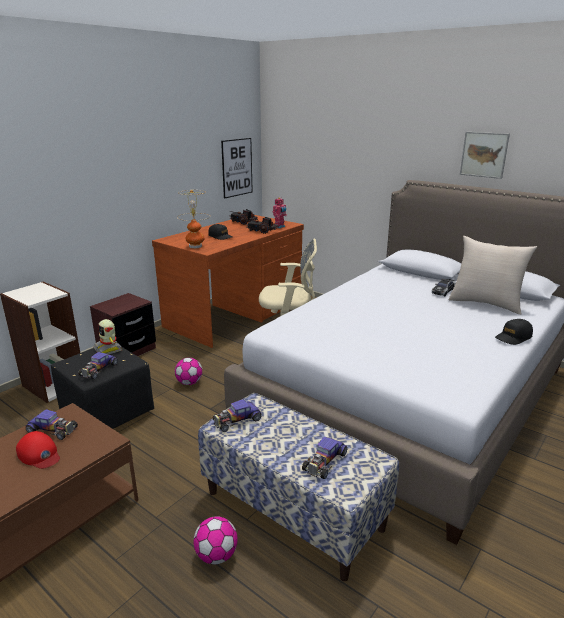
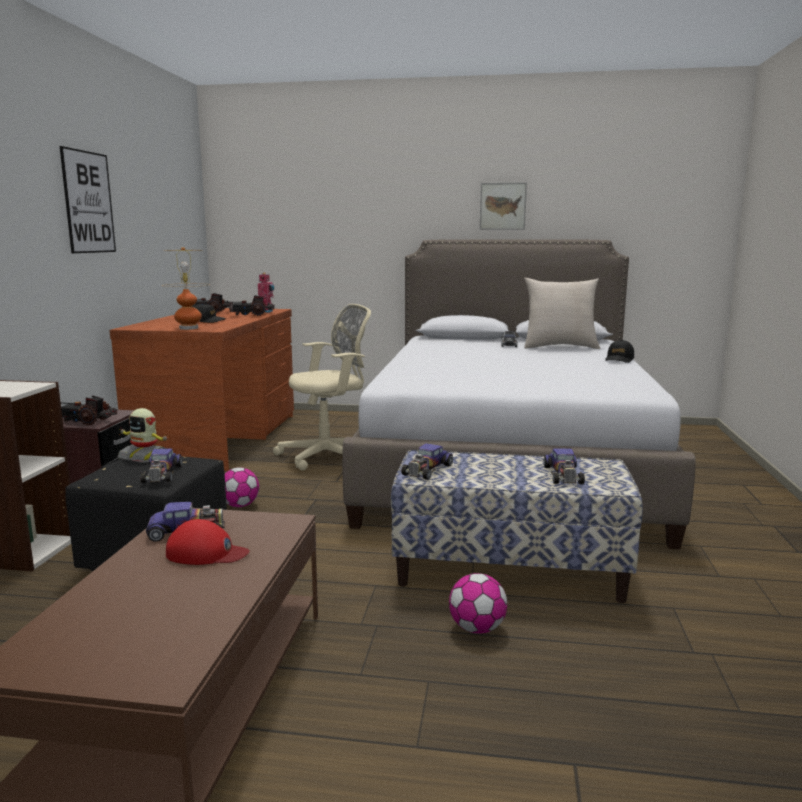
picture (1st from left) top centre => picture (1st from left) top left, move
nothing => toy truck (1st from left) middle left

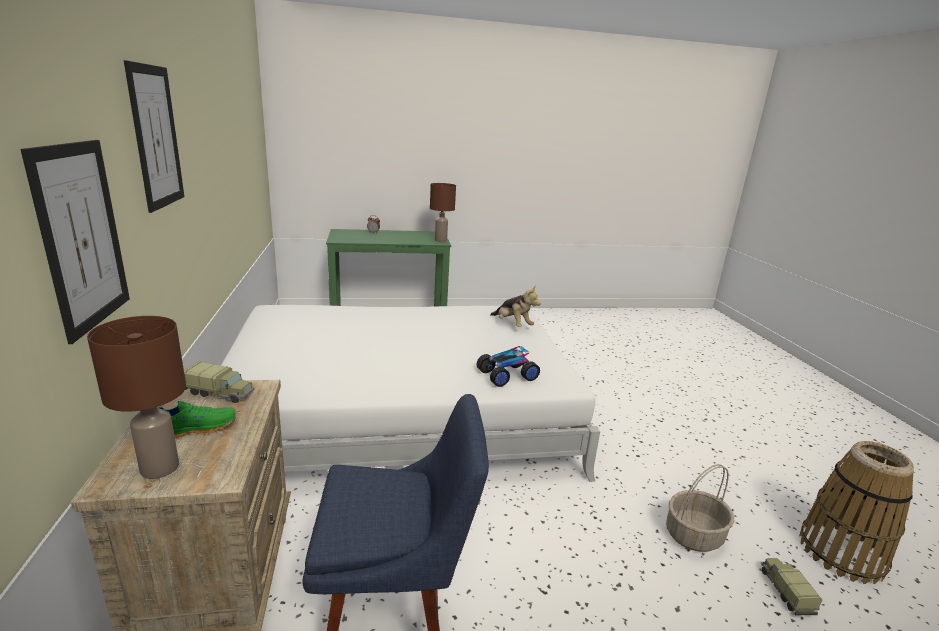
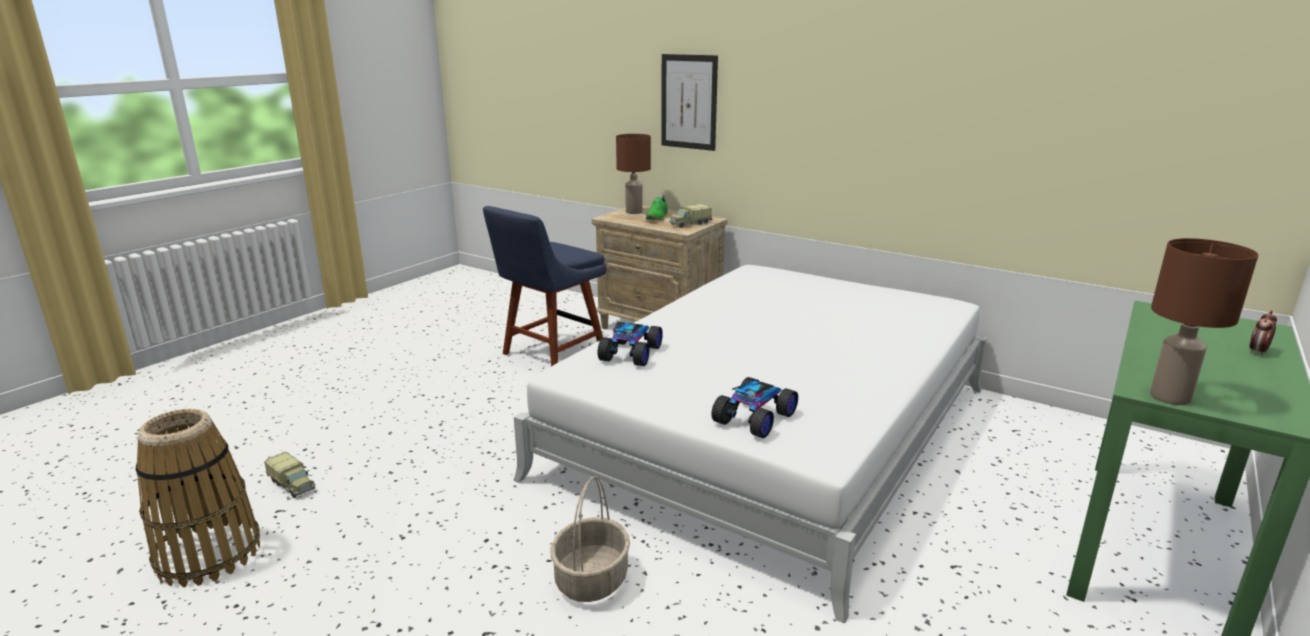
picture (2nd from left) top left => nothing
plush toy centre => toy car (2nd from left) centre
basket (1st from left in the first image) bottom right => basket (2nd from left) bottom centre, move

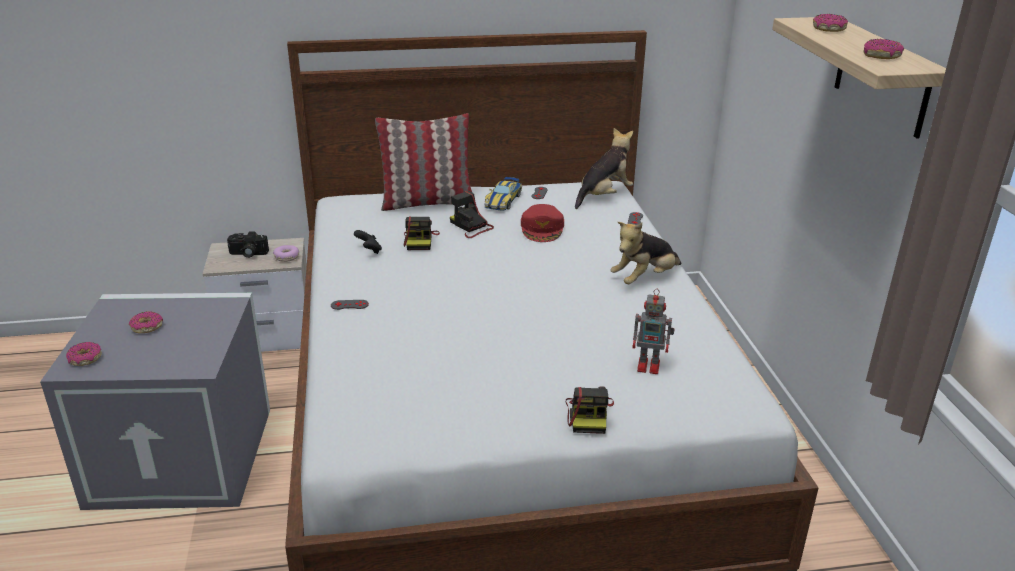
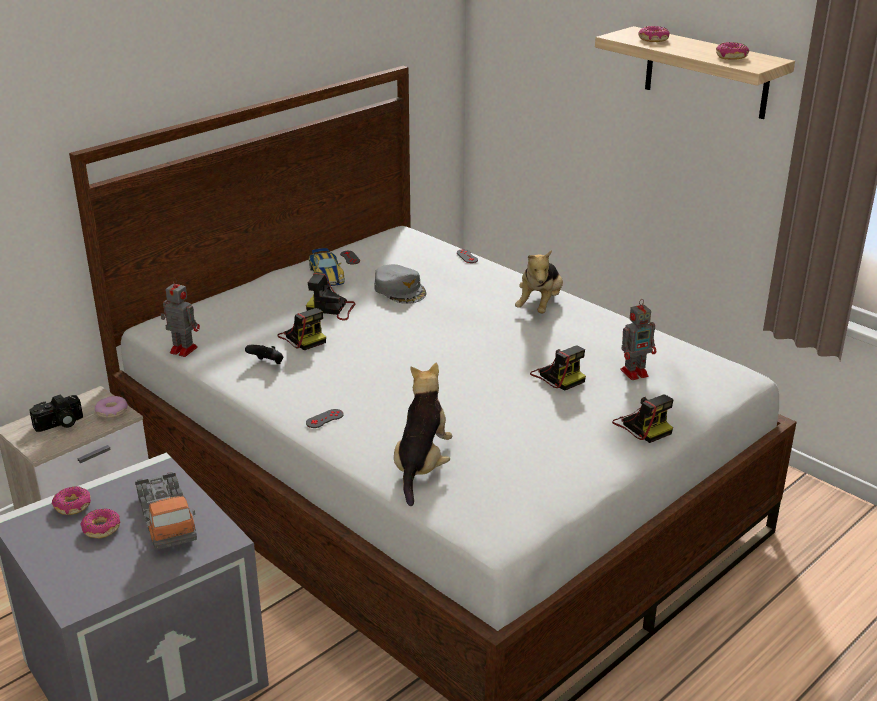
pillow top centre => nothing
plush toy (1st from left) top centre => plush toy (1st from left) centre, move
cap (red) centre => cap (grey) centre
donut (1st from left) middle left => donut (1st from left) bottom left, move
nothing => toy robot (1st from left) middle left
nothing => photo camera (4th from left) centre
nothing => toy truck bottom left

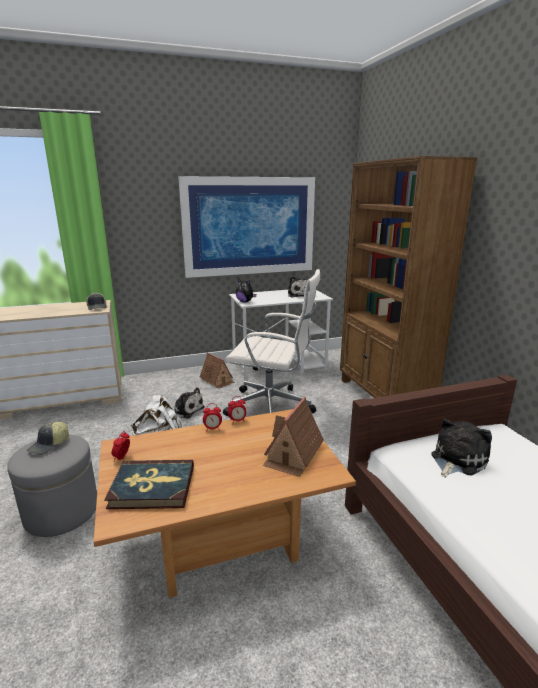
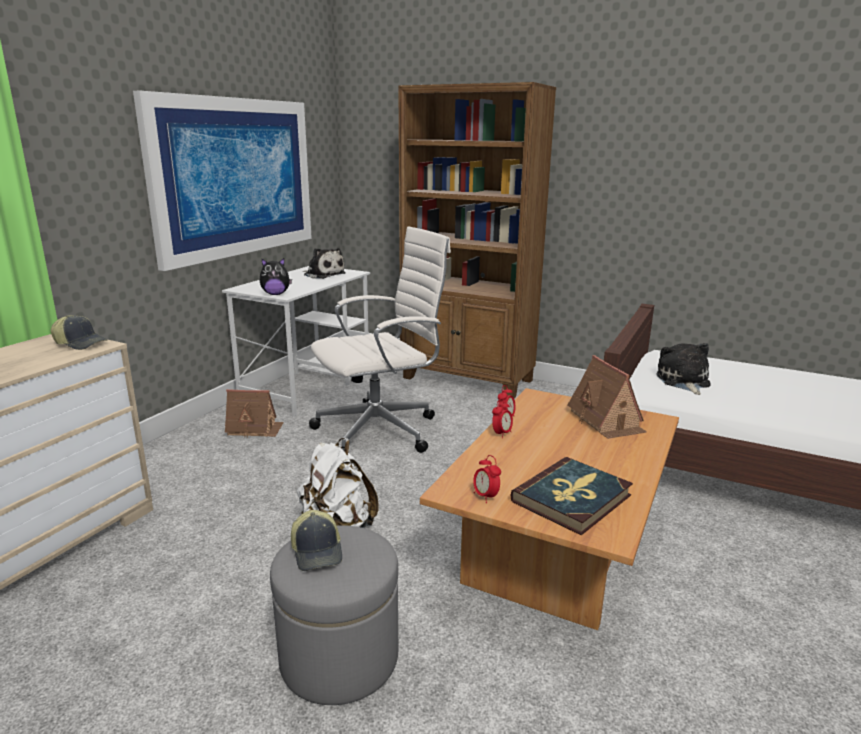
plush toy (1st from left) centre => nothing

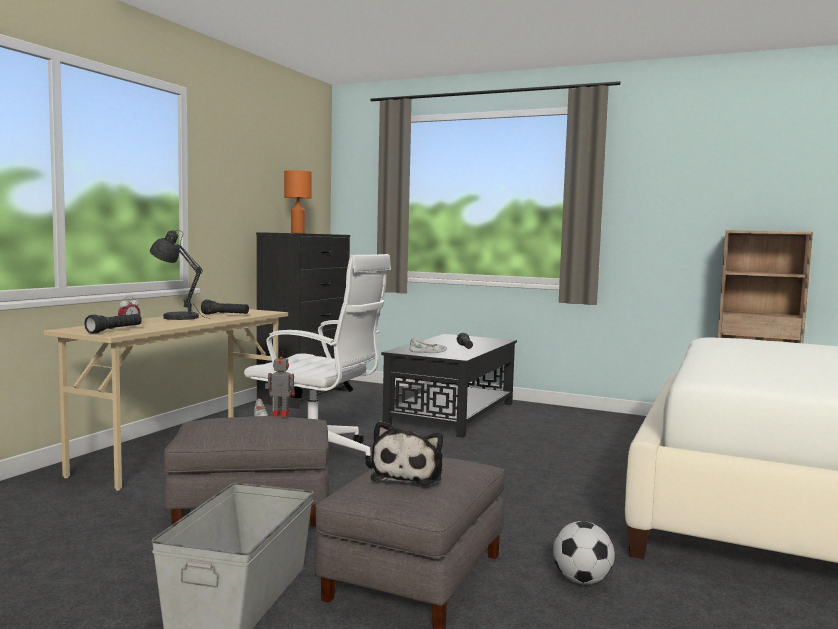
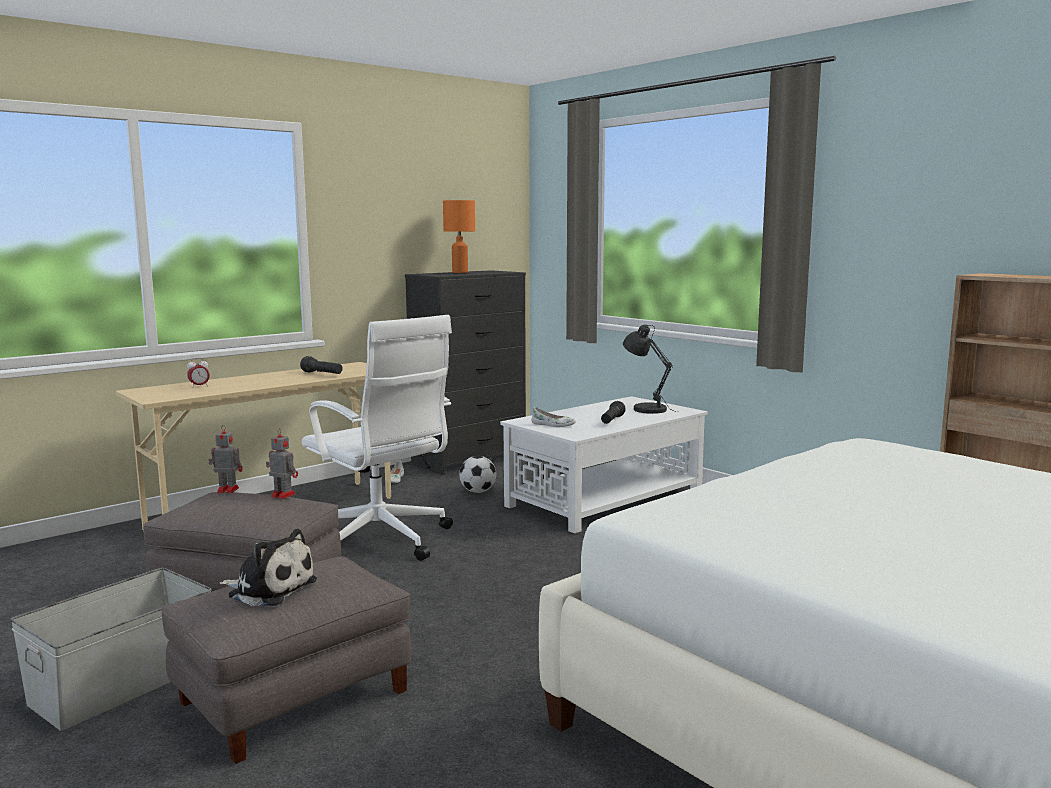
table lamp (grey) middle left => table lamp (grey) centre, move
flashlight (black) (1st from left) middle left => nothing
coffee table (black) centre => coffee table (white) centre
plush toy bottom centre => plush toy bottom left, 105 degrees counterclockwise
football bottom right => football centre, move
nothing => toy robot (1st from left) middle left

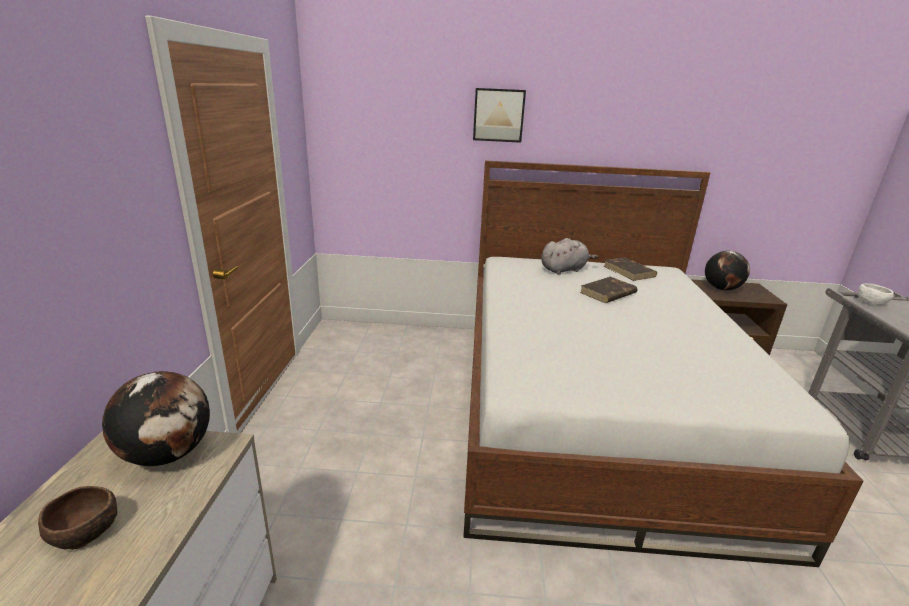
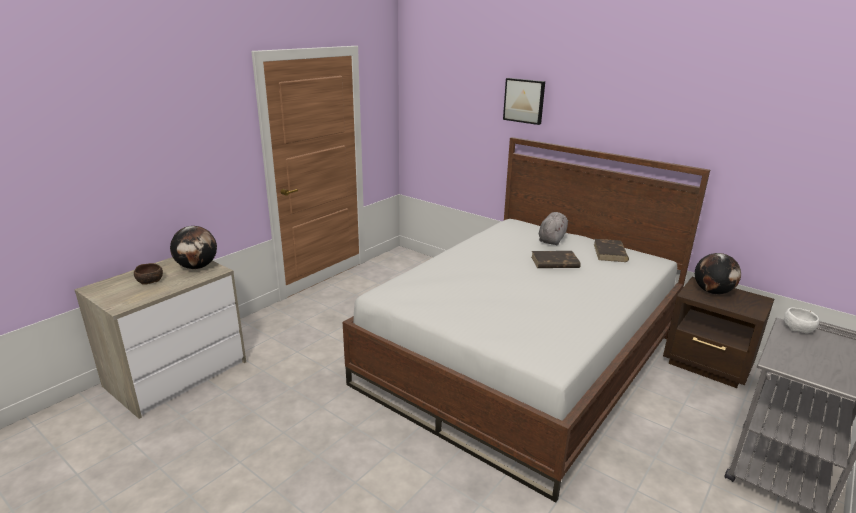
plush toy (grey) centre, 75 degrees counterclockwise

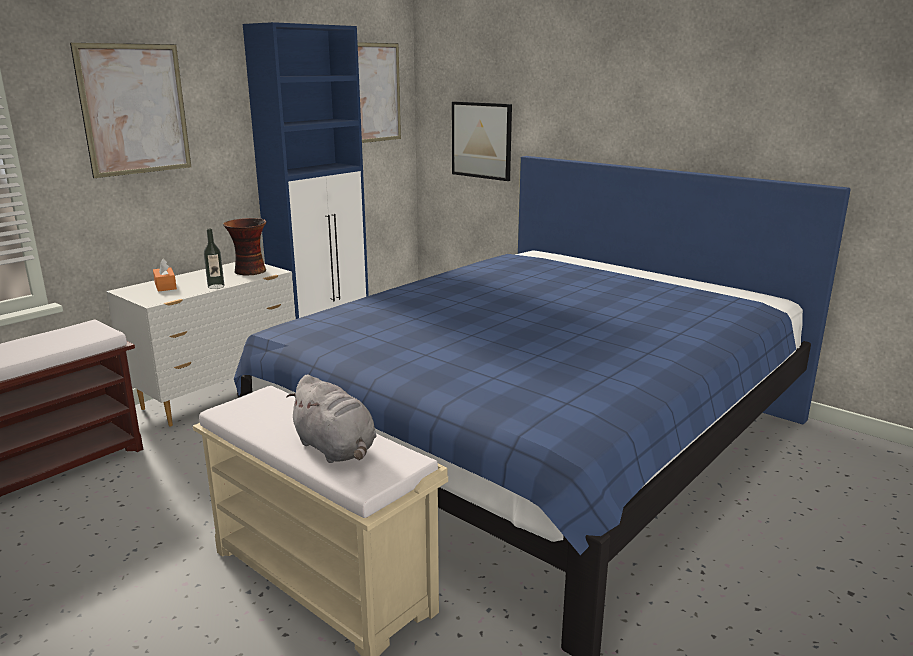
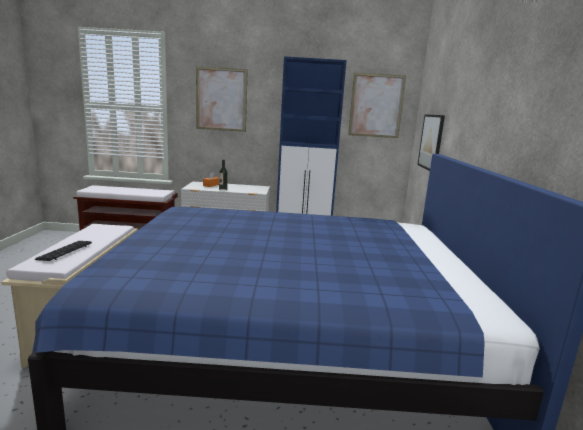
vase middle left => nothing
plush toy (grey) centre => keyboard middle left

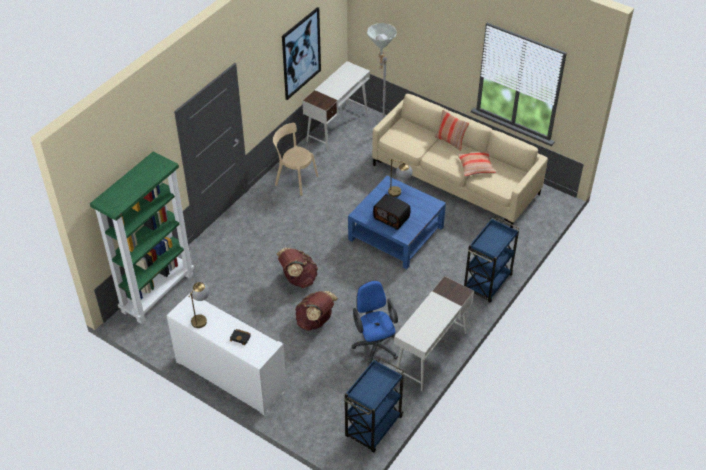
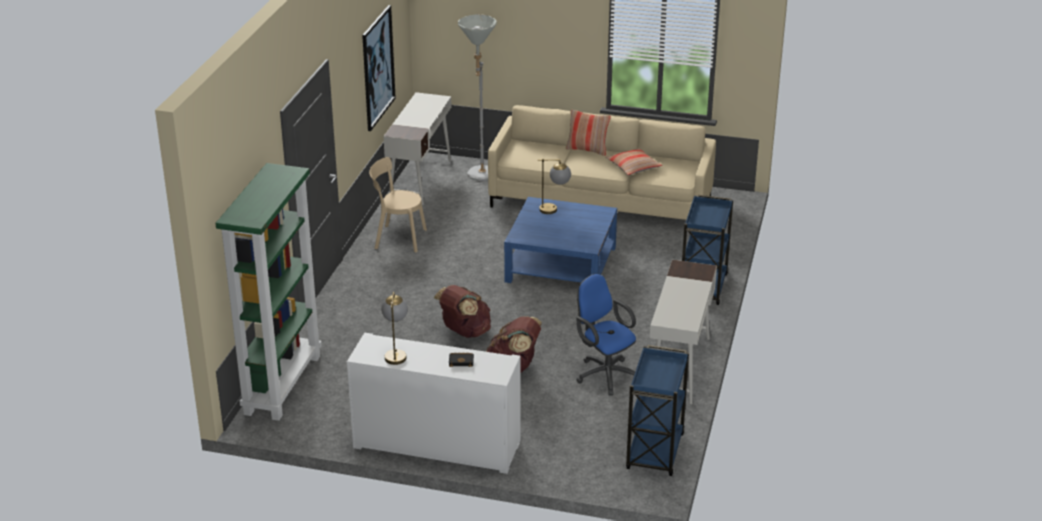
radio centre => nothing

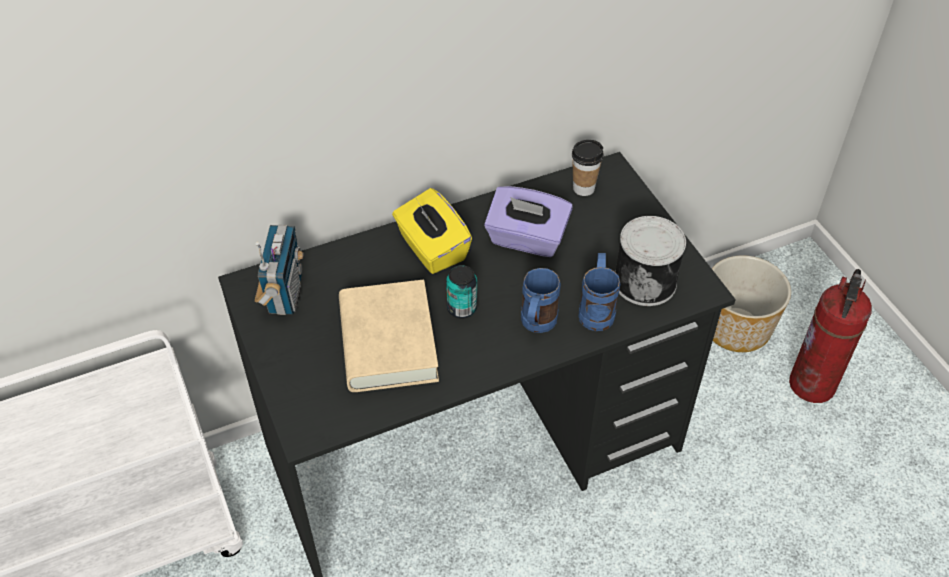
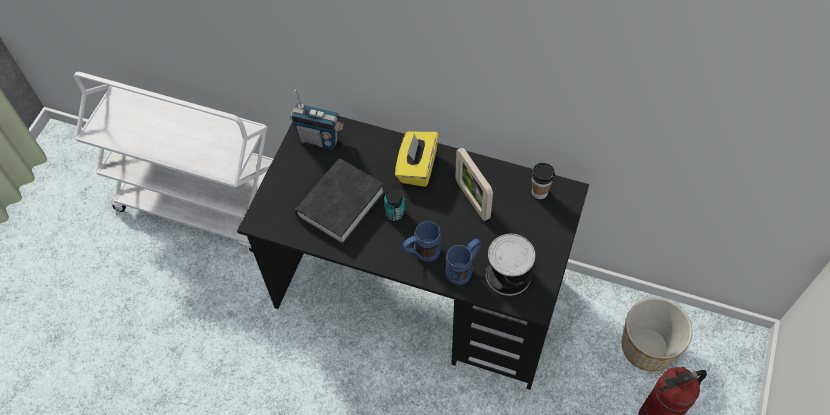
tissue box (purple) centre => picture frame centre
radio middle left => radio top centre, 60 degrees clockwise
book (beige) centre => book (black) centre

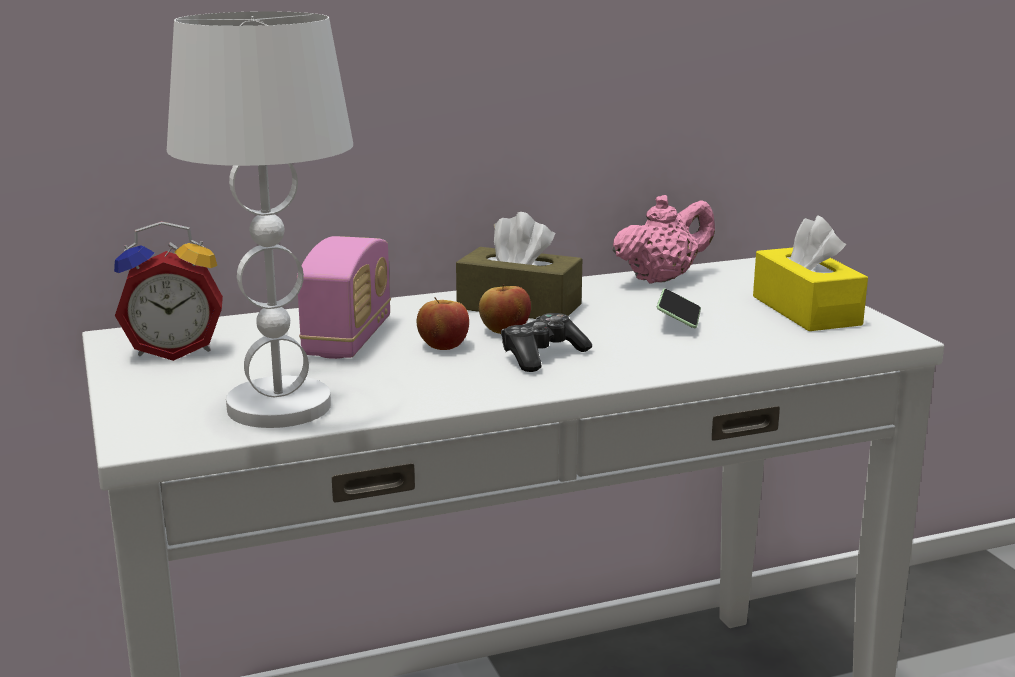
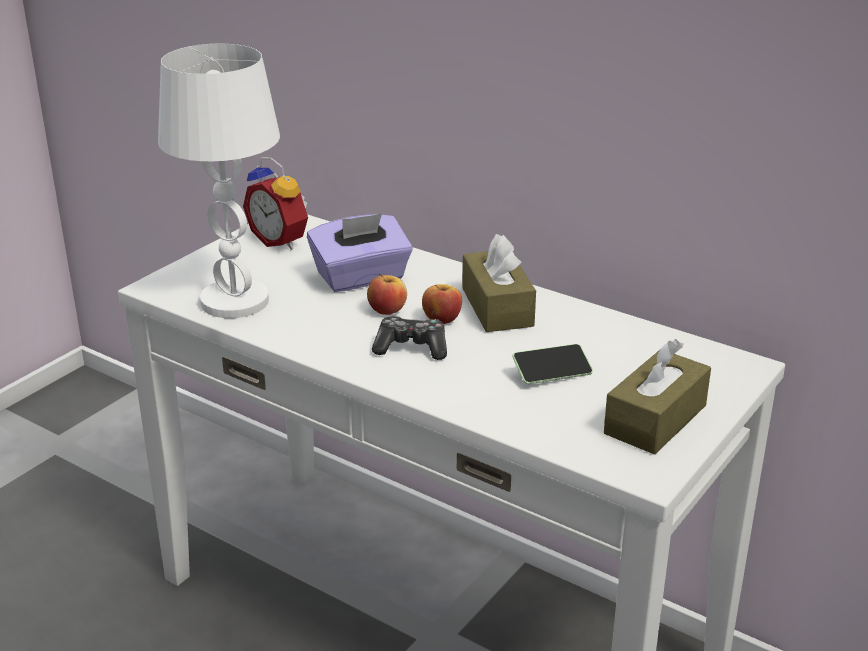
teapot (pink) centre => nothing
tissue box (yellow) middle right => tissue box (brown) (2nd from left) middle right
radio centre => tissue box (purple) centre

